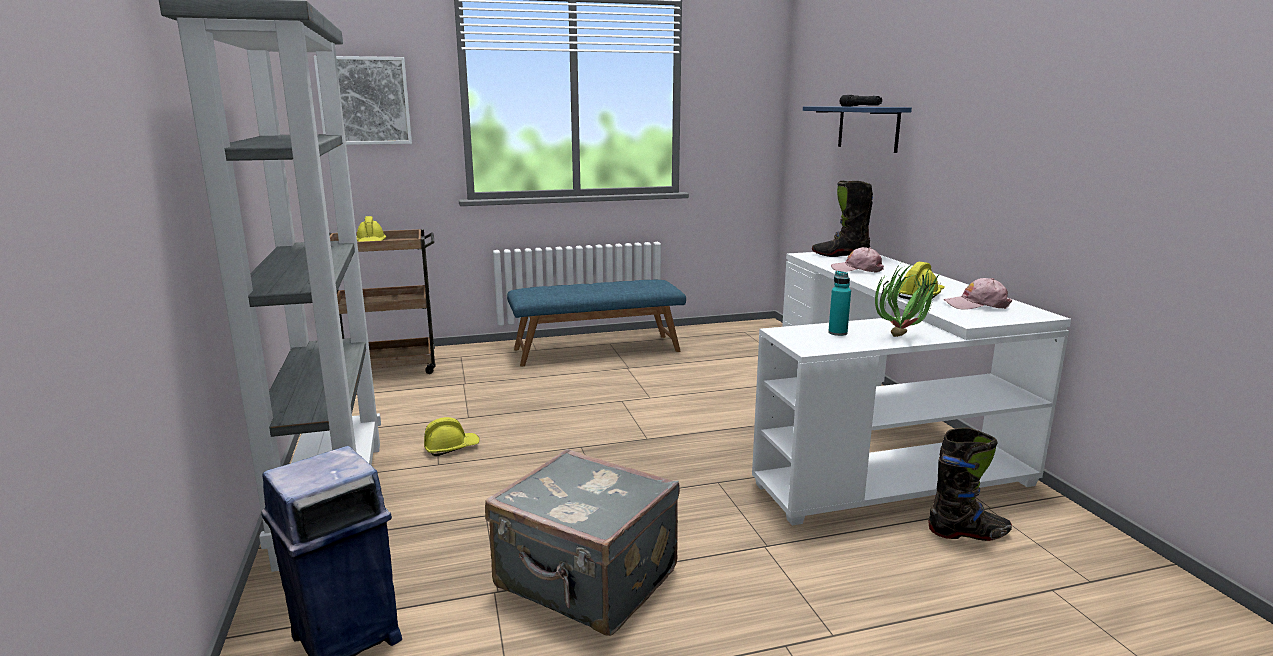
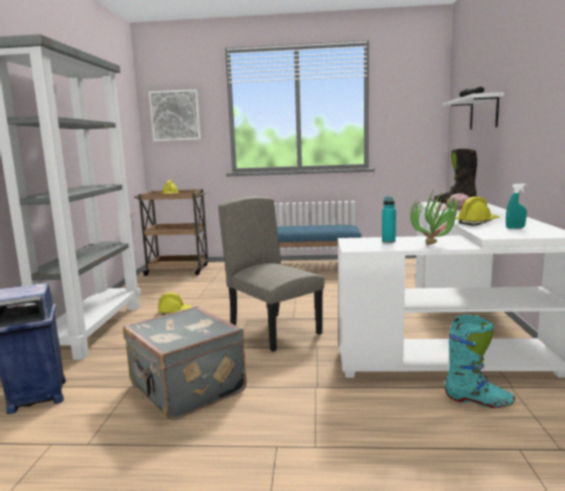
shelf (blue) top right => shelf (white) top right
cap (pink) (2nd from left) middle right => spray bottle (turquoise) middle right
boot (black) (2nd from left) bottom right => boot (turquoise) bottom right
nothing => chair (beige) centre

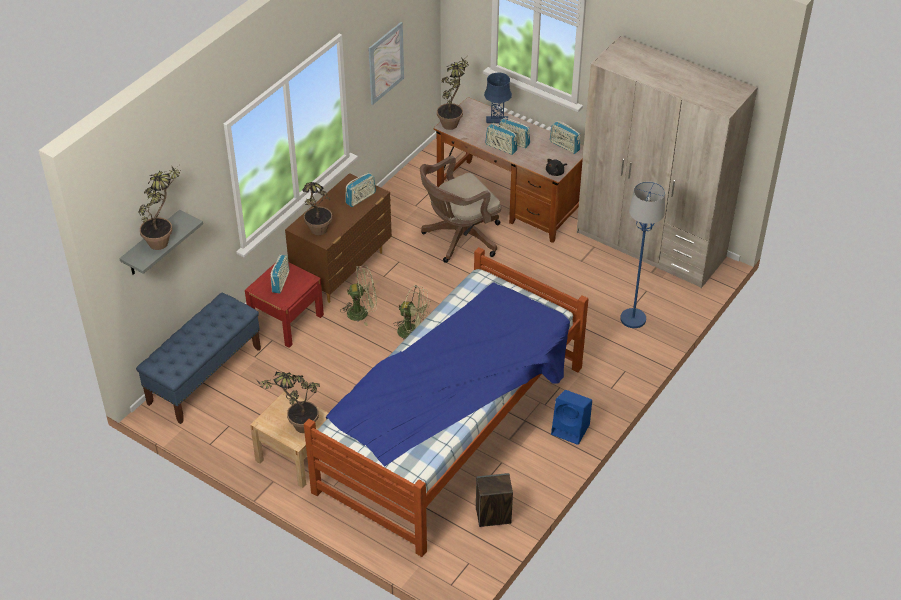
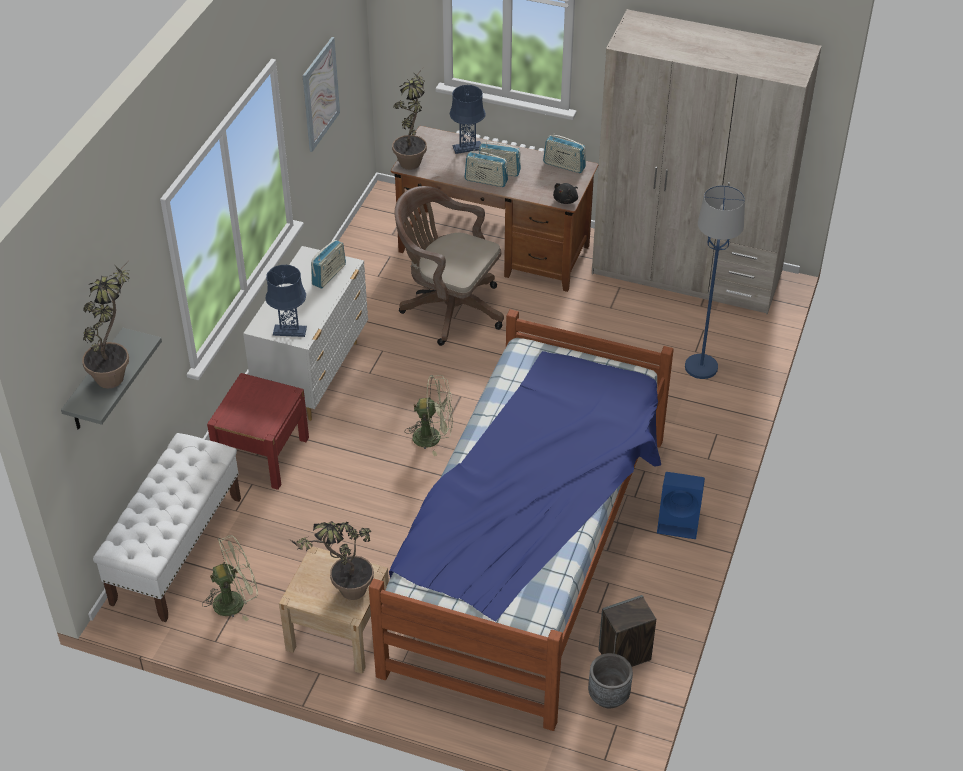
office chair (brown) centre, 75 degrees clockwise
dresser (brown) centre => dresser (white) middle left
potted plant (3rd from left) centre => table lamp (blue) (1st from left) middle left
radio (1st from left) middle left => nothing
fan (green) (1st from left) centre => fan (green) (1st from left) bottom left, move
bench (blue) middle left => bench (white) bottom left
nothing => planter (grey) bottom centre

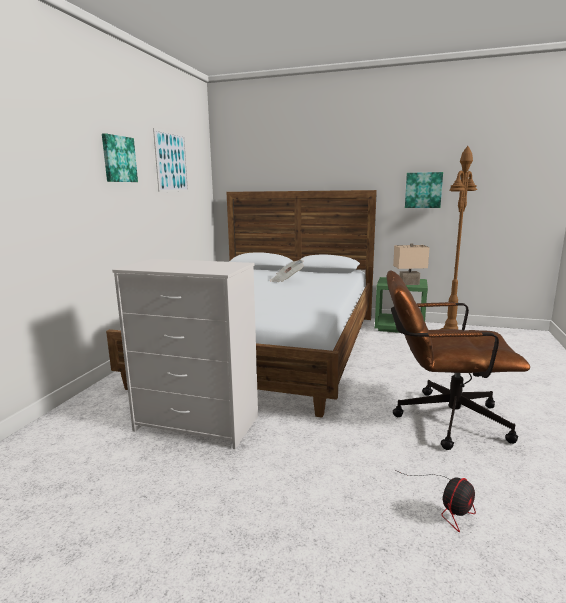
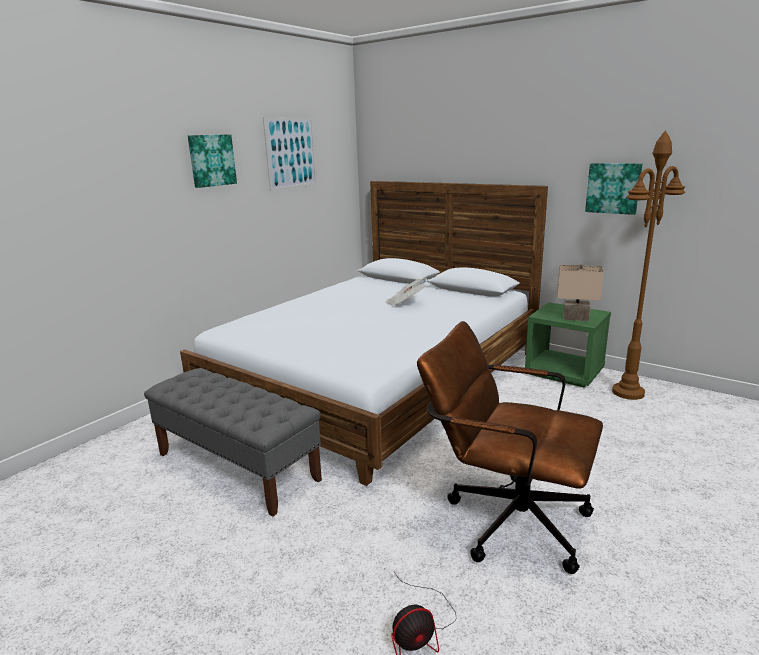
dresser (white) middle left => bench (grey) bottom left

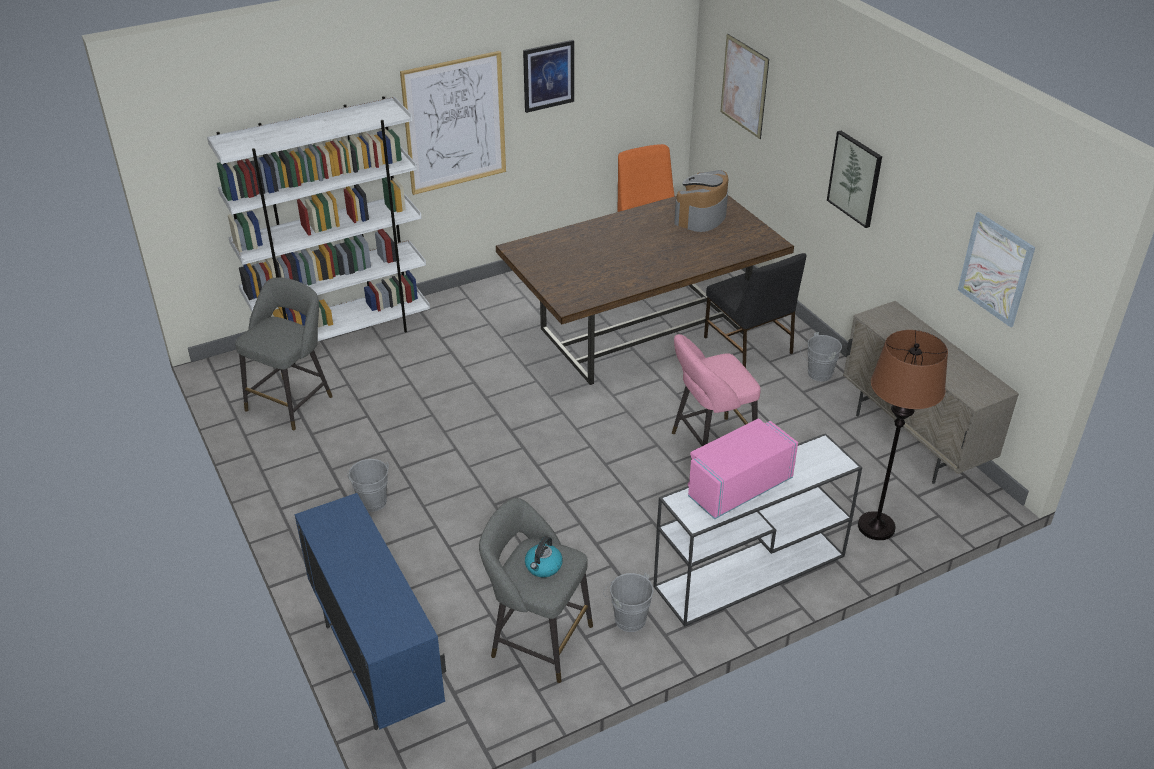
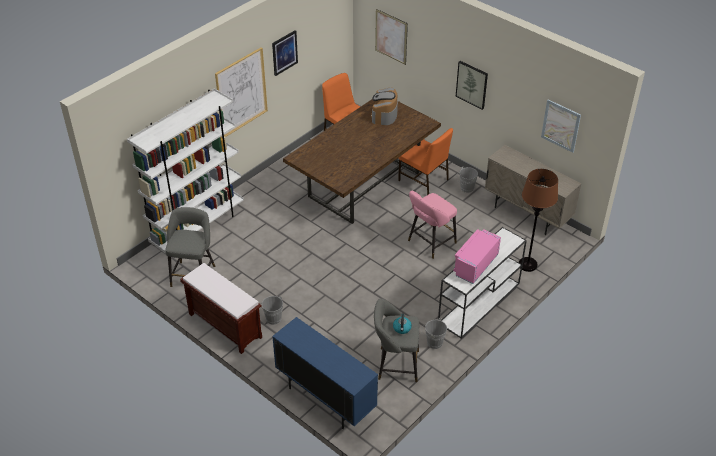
chair (black) centre => chair (orange) (2nd from left) centre
nothing => bench (brown) bottom left

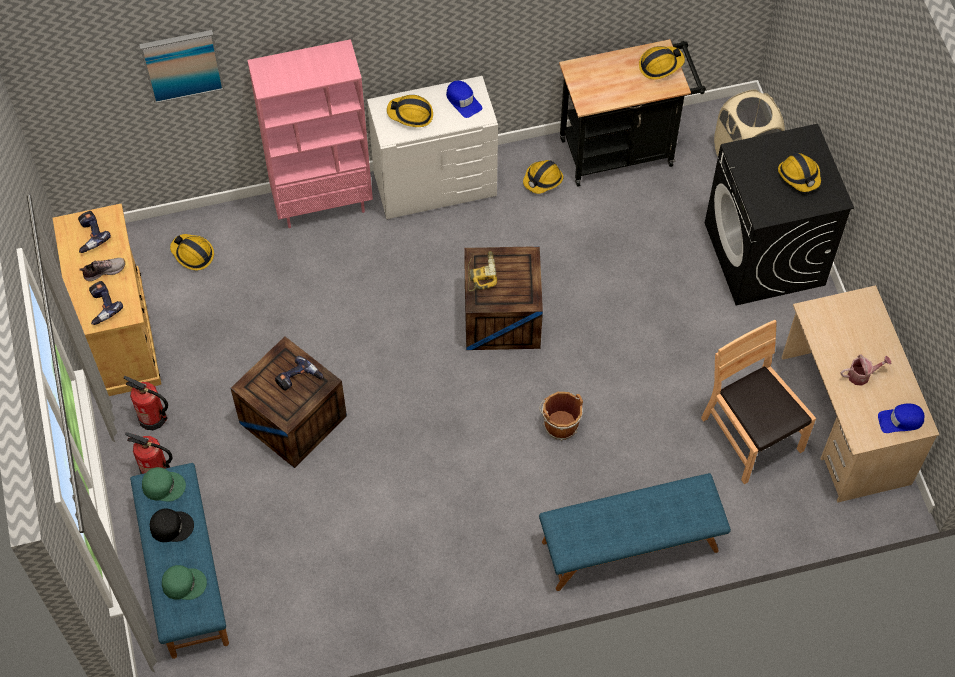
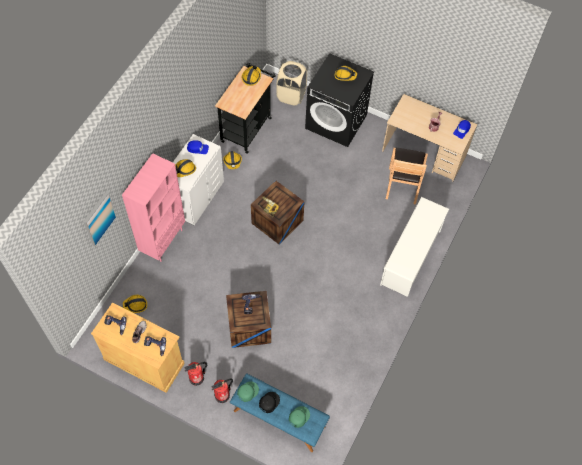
chair (brown) middle right, 90 degrees counterclockwise
bucket (brown) centre => nothing
bench (blue) (2nd from left) bottom centre => shoe rack (white) middle right

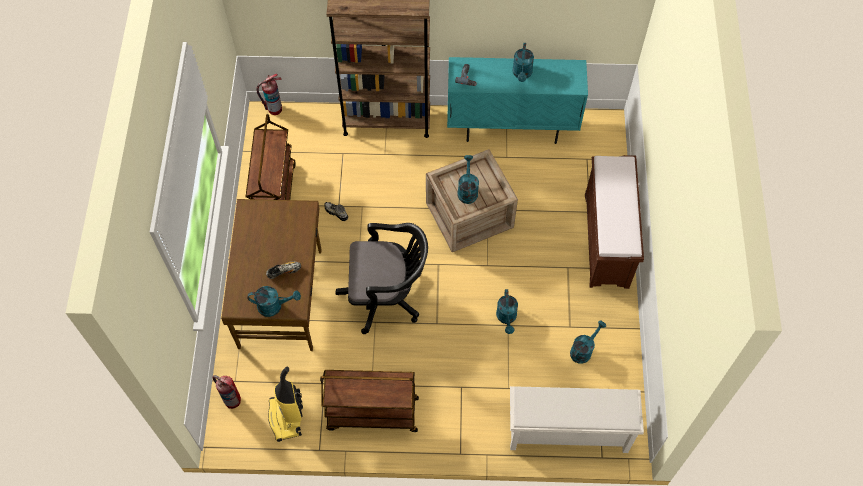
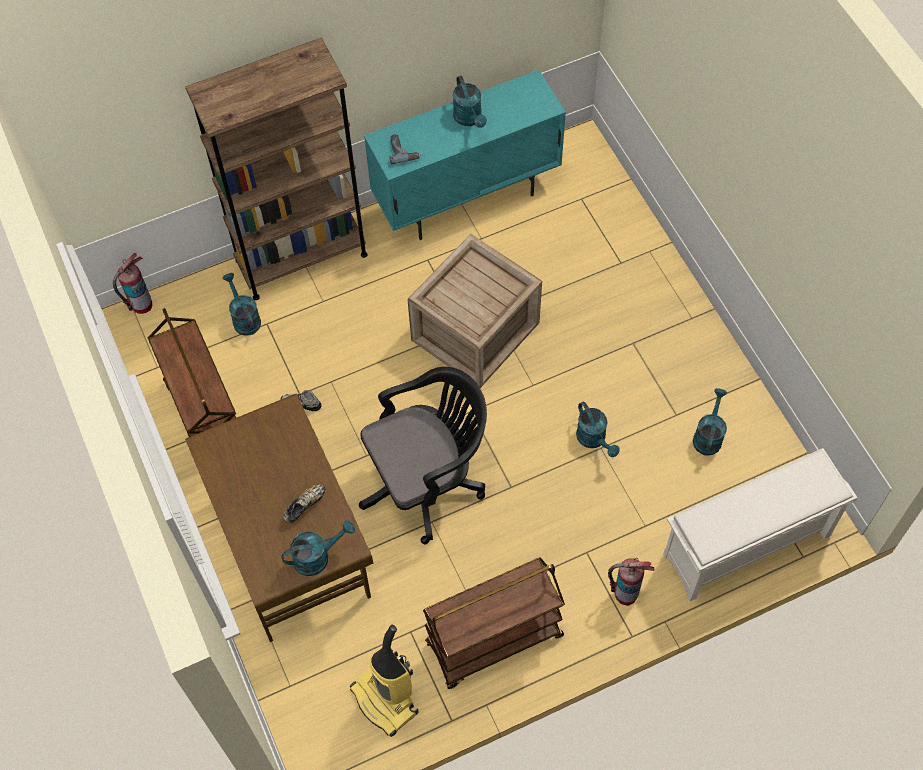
watering can (turquoise) (2nd from left in the first image) centre => watering can (turquoise) (1st from left) middle left, move
bench (brown) middle right => nothing
fire extinguisher (1st from left in the first image) bottom left => fire extinguisher (2nd from left) bottom right, move

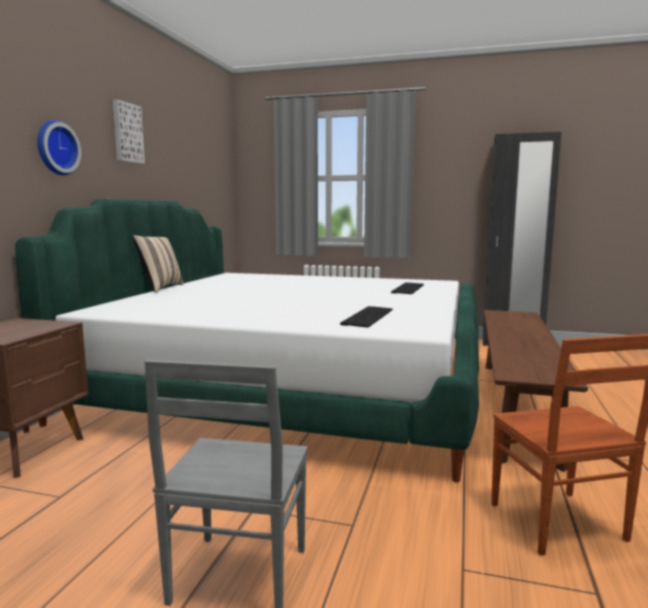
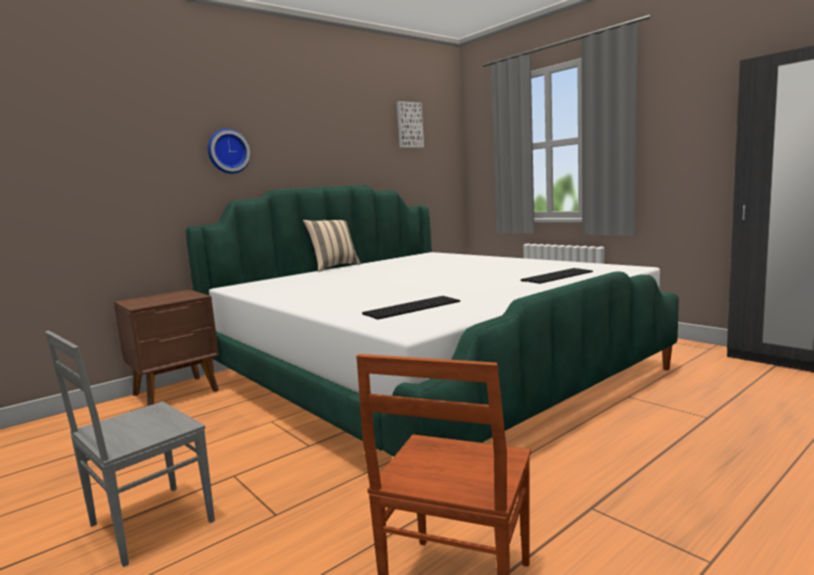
picture top left => picture top centre, move
bench (brown) middle right => nothing

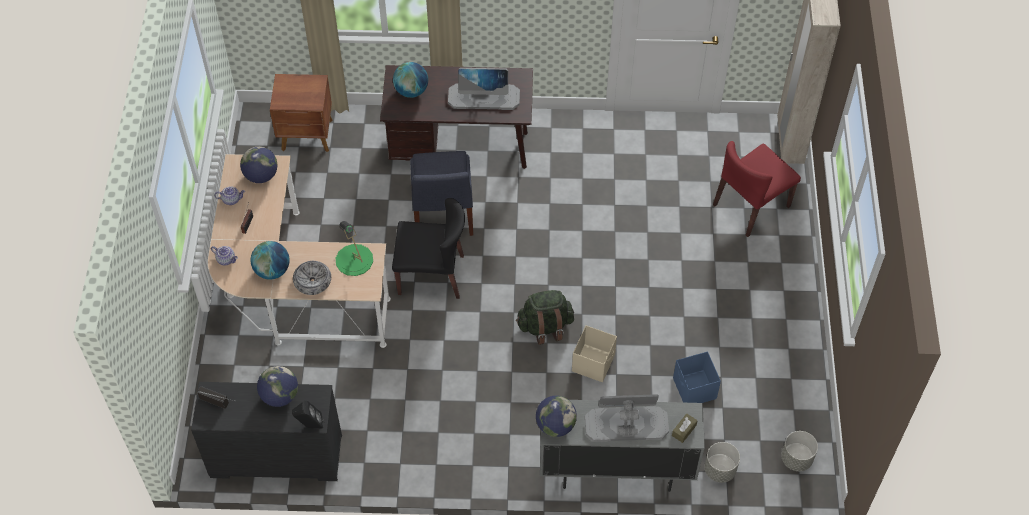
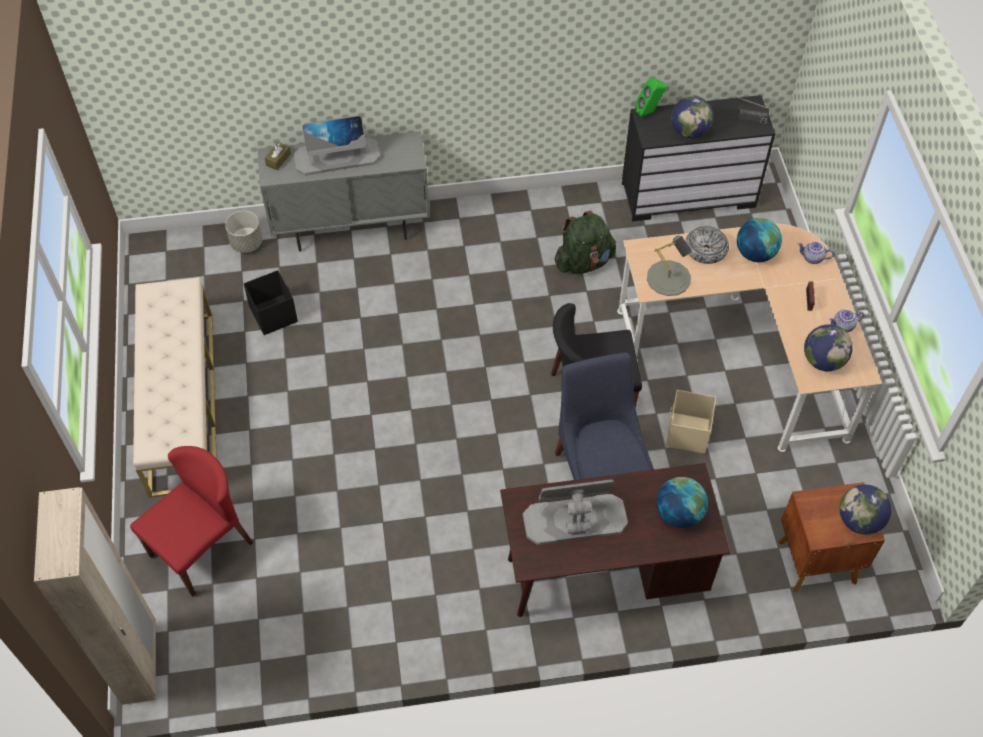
table lamp (green) centre => table lamp (grey) middle right
backpack (green) centre => backpack (green) top centre, move
storage box (beige) bottom centre => storage box (beige) middle right, move
storage box (blue) bottom right => storage box (black) middle left
globe (5th from left) bottom centre => globe (5th from left) bottom right, move
speaker (black) bottom left => speaker (green) top centre
planter (grey) (2nd from left) bottom right => nothing
nothing => bench (beige) middle left

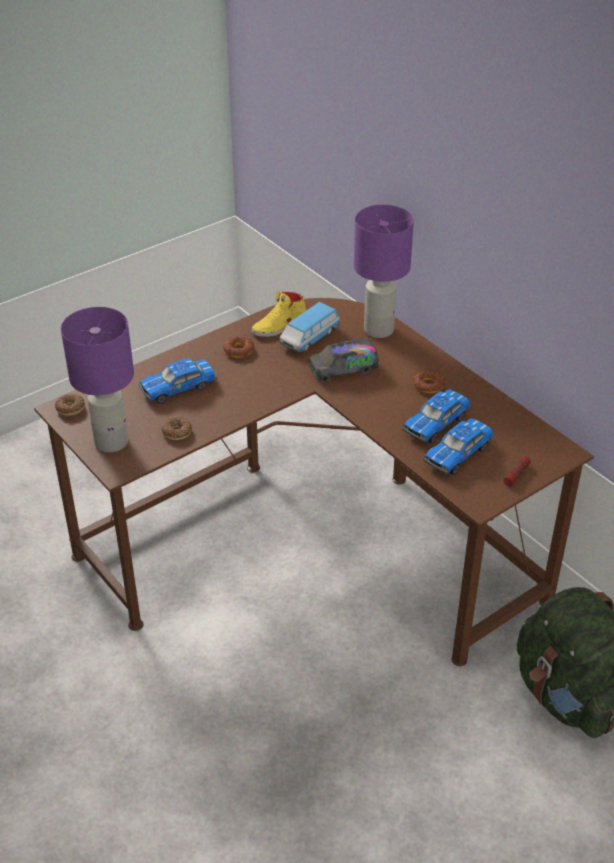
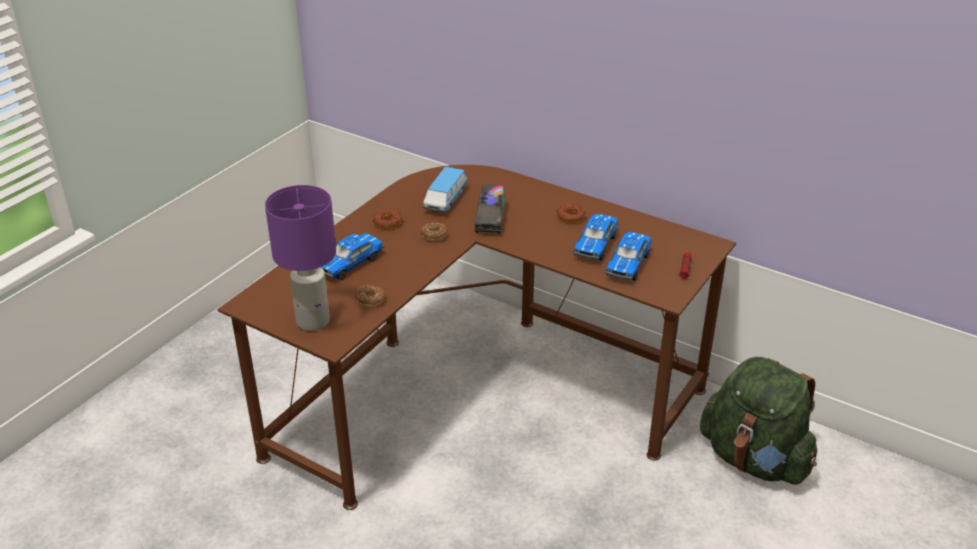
table lamp (purple) (2nd from left) top centre => nothing
shoe (yellow) centre => nothing
toy truck centre, 45 degrees counterclockwise
donut (1st from left in the first image) middle left => donut (3rd from left) centre, move

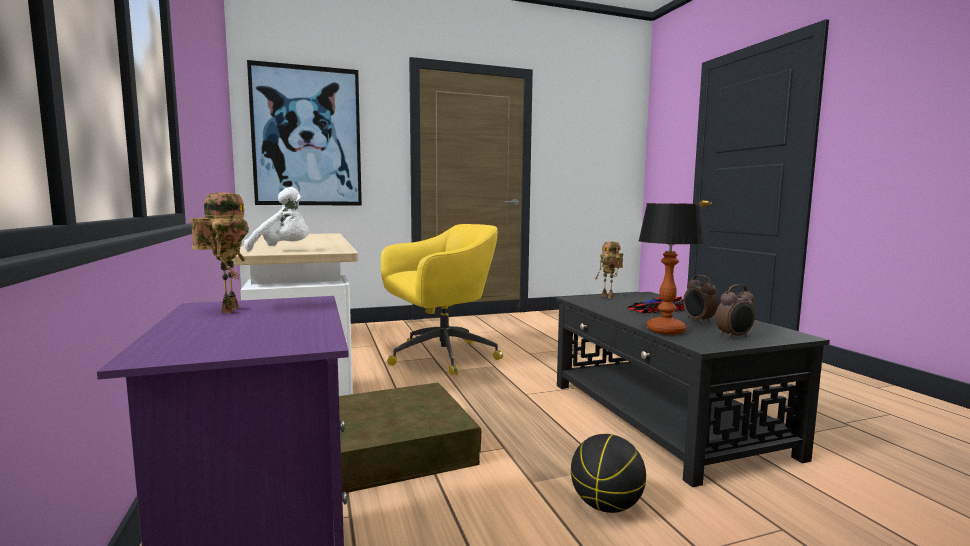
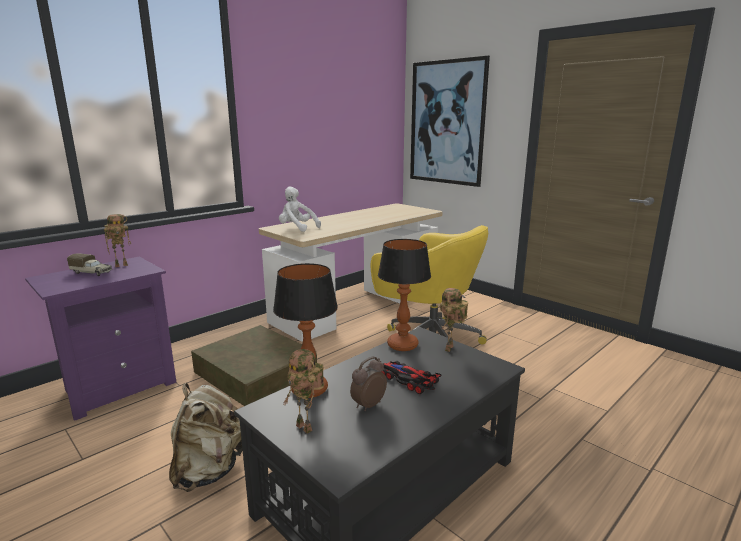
plush toy (white) middle left => plush toy (white) centre, 135 degrees clockwise
alarm clock (2nd from left) middle right => toy robot (2nd from left) bottom centre
basketball bottom centre => backpack (beige) bottom left
nothing => table lamp (2nd from left) centre
nothing => toy truck middle left

